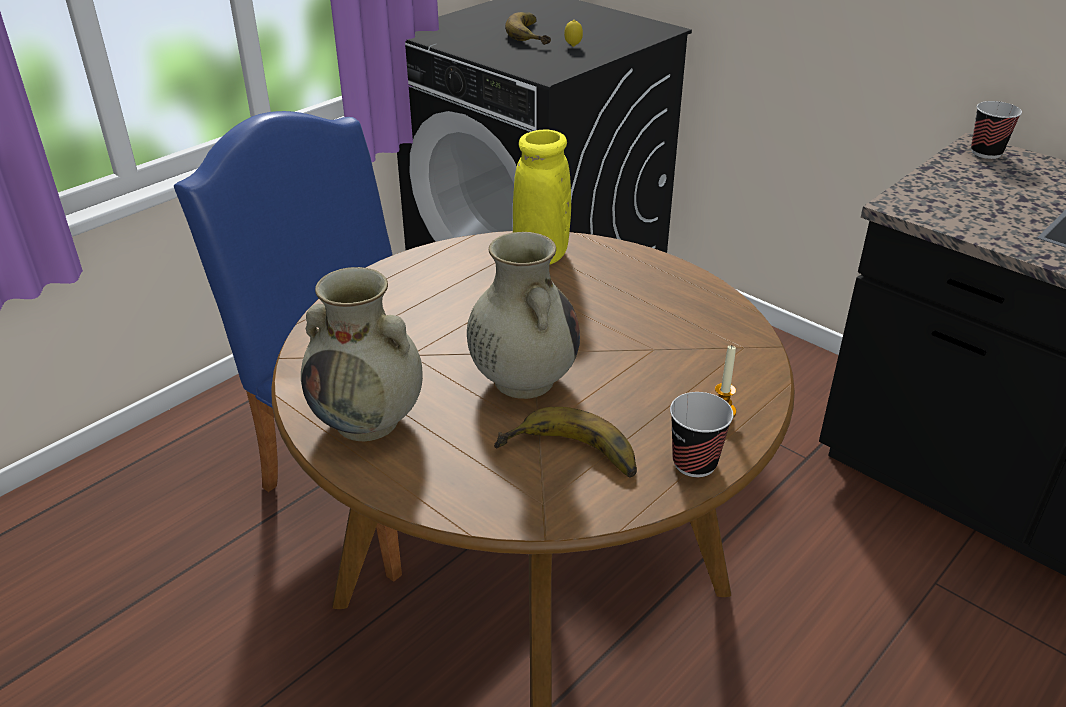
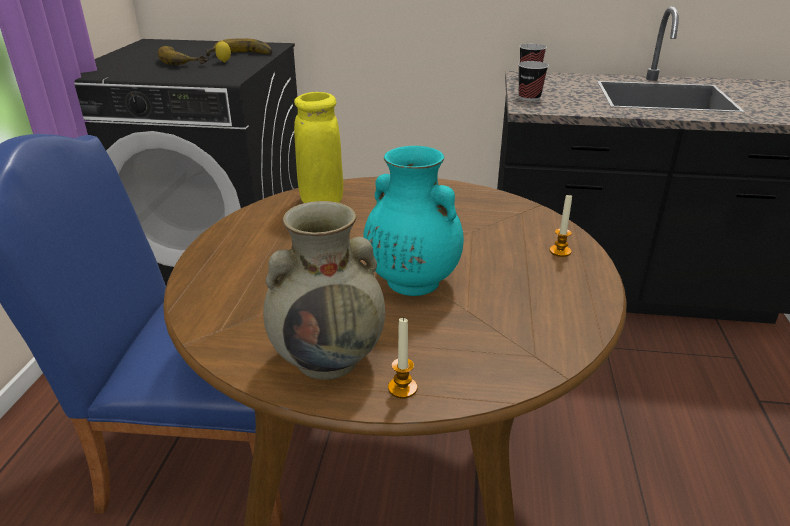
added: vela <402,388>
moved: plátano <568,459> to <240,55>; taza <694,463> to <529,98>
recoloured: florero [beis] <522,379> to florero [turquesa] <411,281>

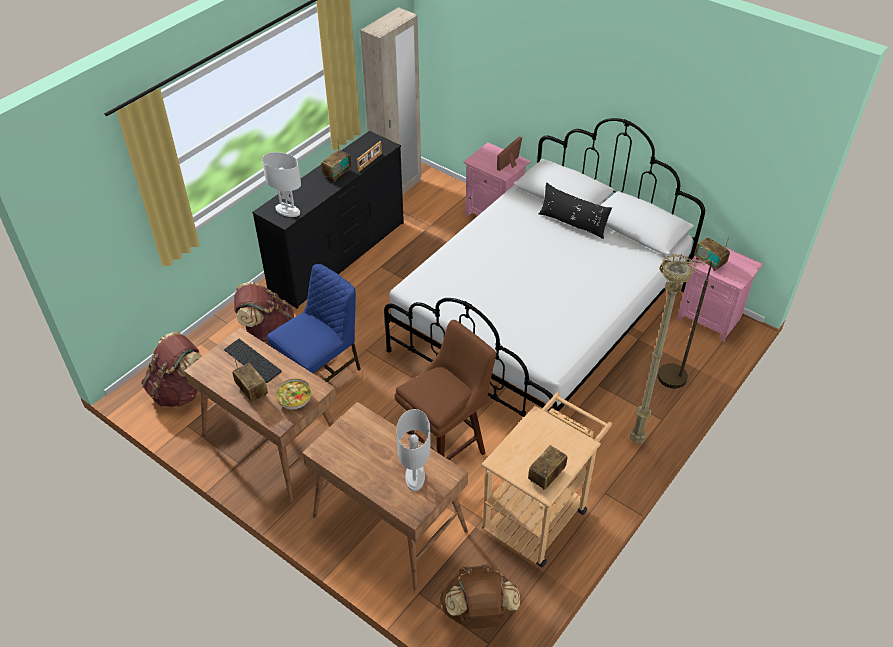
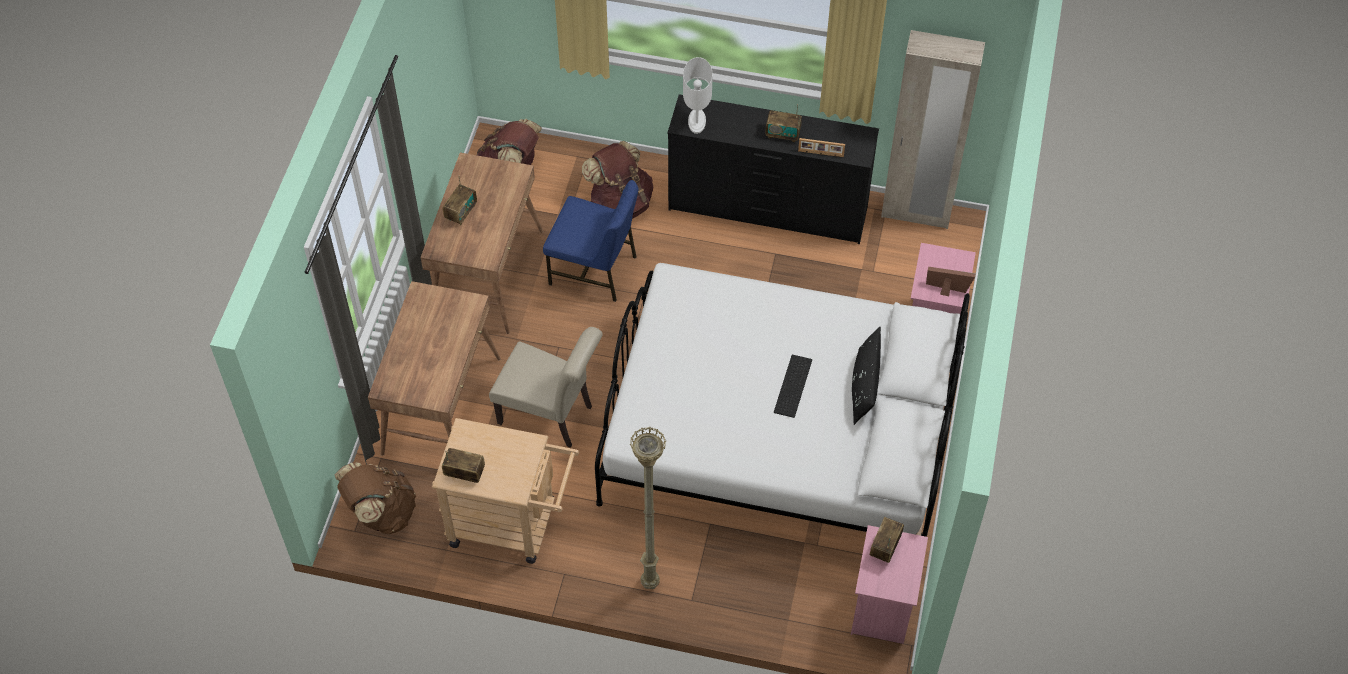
removed: cuenco <294,399>; lámpara de mesa [blanco] <414,476>; lámpara de pie [marrón] <664,379>
moved: teclado <254,360> to <794,387>
replaced: taburete [marrón] <446,449> to silla [beis] <551,416>

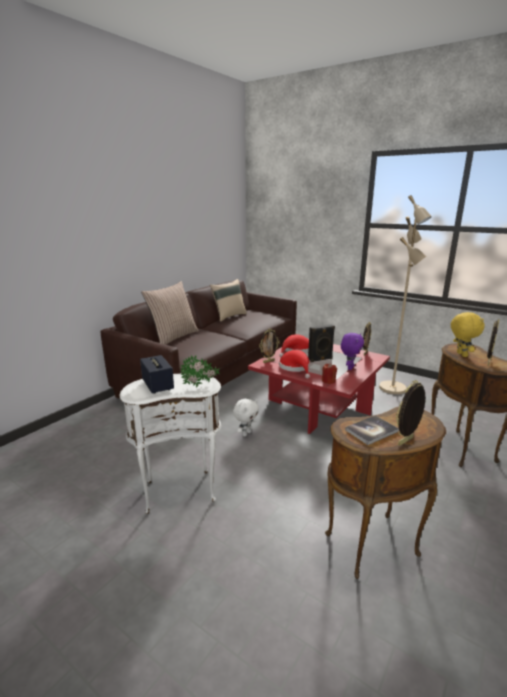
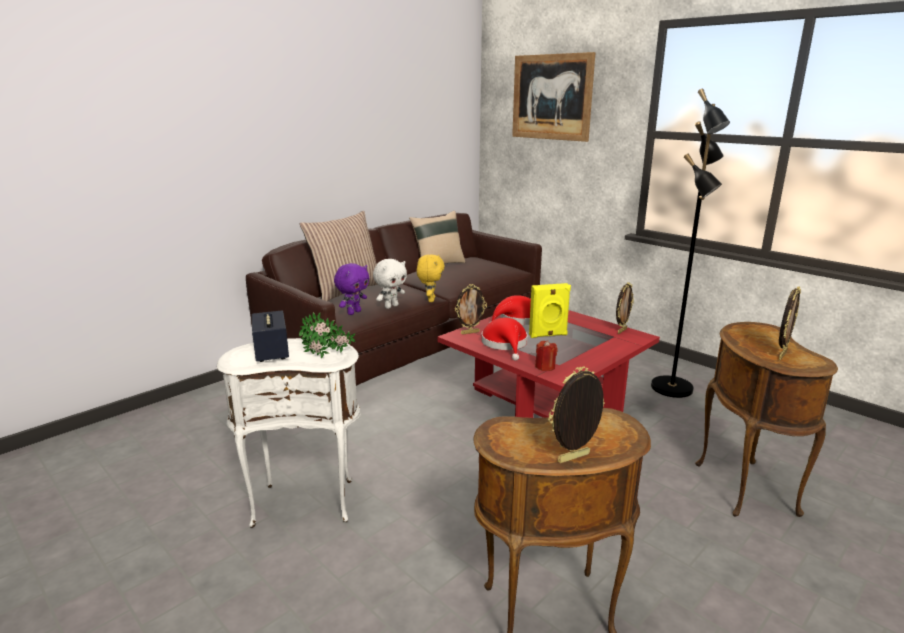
removed: libro <371,431>
added: cuadro <551,97>
moved: peluche [blanco] <246,433> to <391,306>; peluche [morado] <349,368> to <353,312>; peluche [amarillo] <460,354> to <430,300>
recoloured: altavoz [negro] <320,359> to altavoz [amarillo] <548,335>; lámpara de pie [beis] <393,388> to lámpara de pie [negro] <673,388>

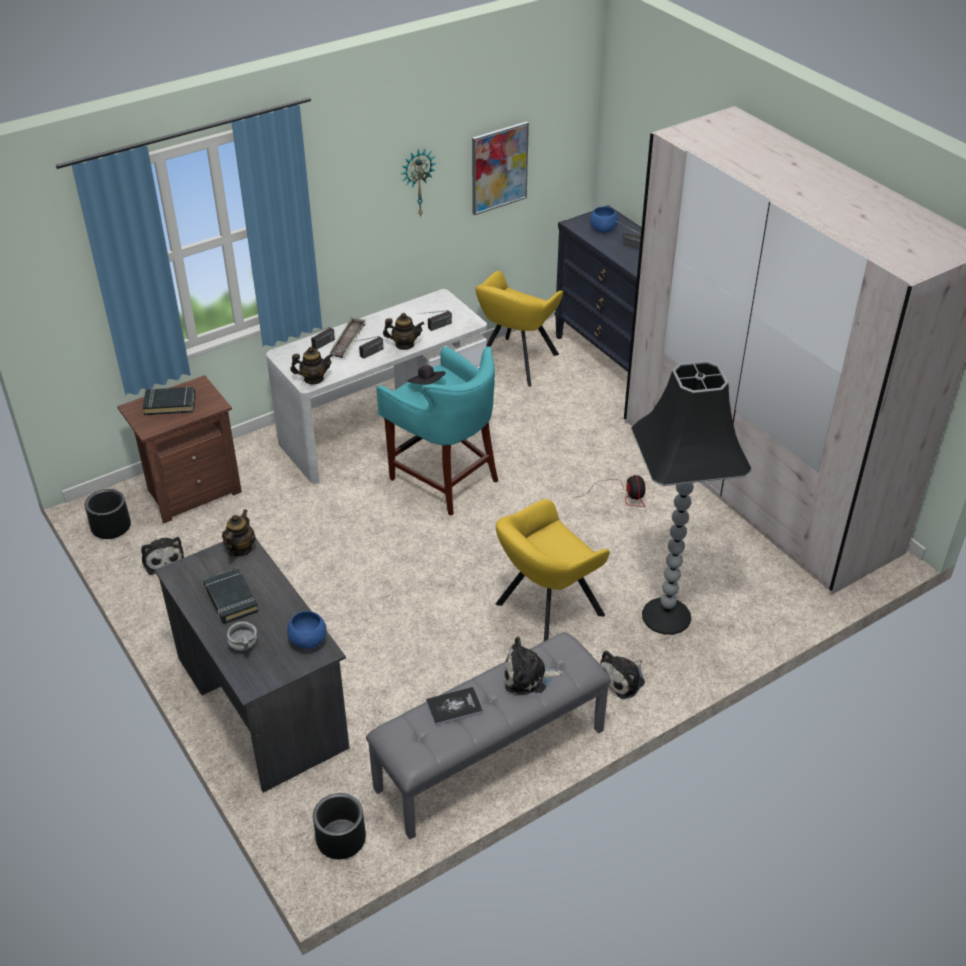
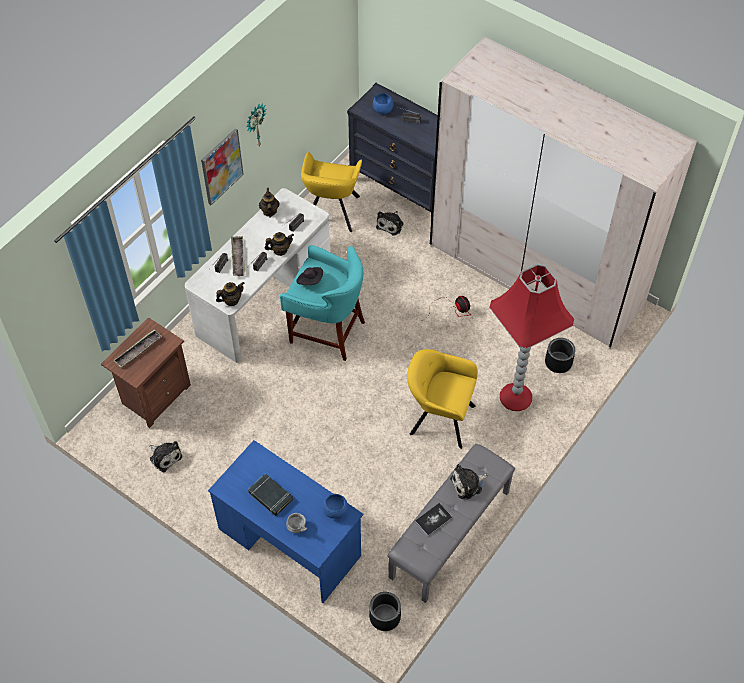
moved: maceta [negro] <111,527> to <558,362>; tetera <240,549> to <269,211>; cuadro <499,168> to <221,166>; peluche <623,679> to <391,224>
replaced: libro [negro] <170,404> to bandeja <138,350>
recoloured: escritorio [gris] <261,702> to escritorio [azul] <289,542>; lámpara de pie [negro] <665,615> to lámpara de pie [rojo] <515,397>
turned: sillón [amarillo] <545,612> = <439,418> 75 degrees clockwise

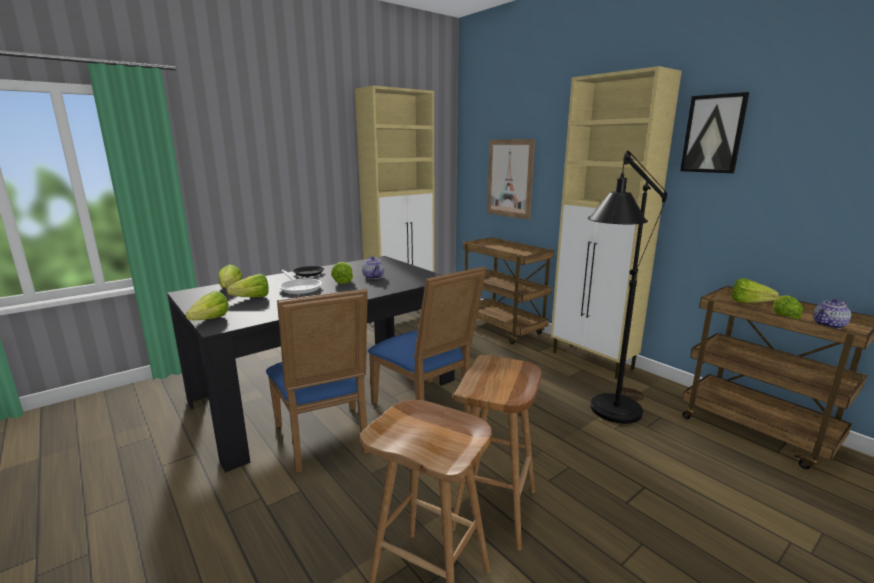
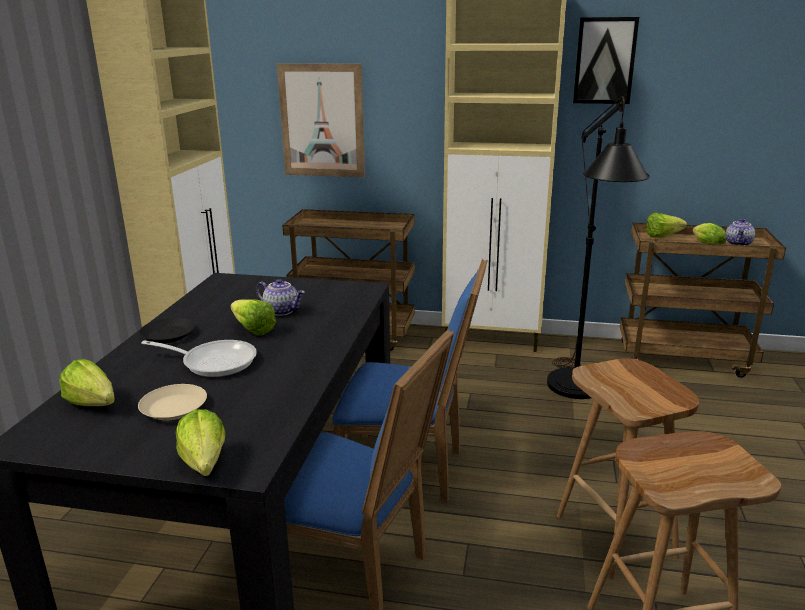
replaced: lechuga <248,298> to plato [beis] <174,407>

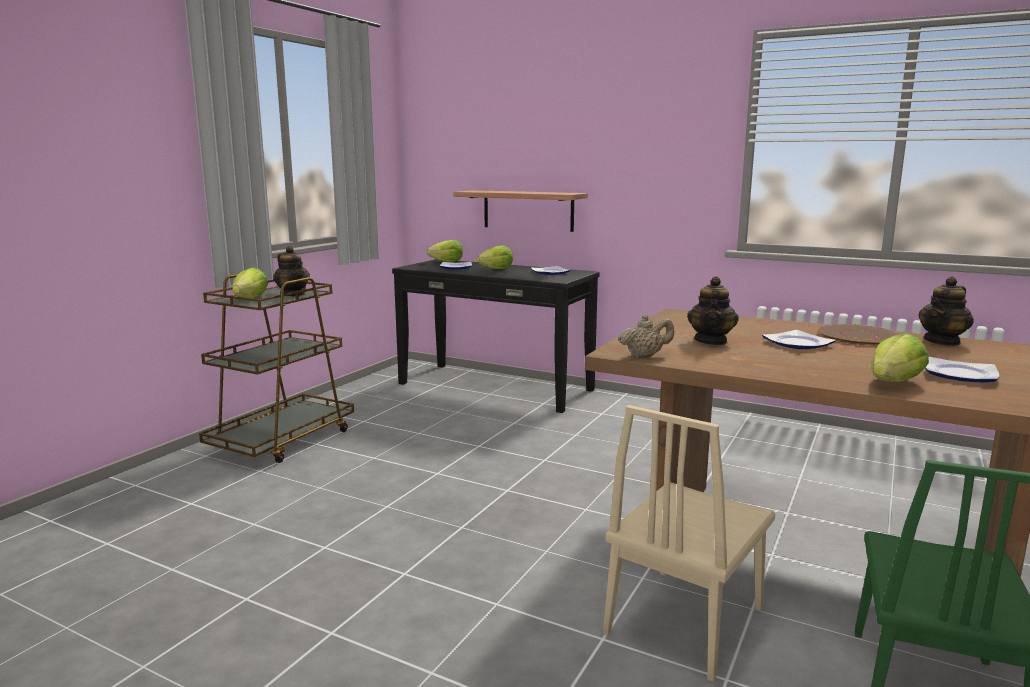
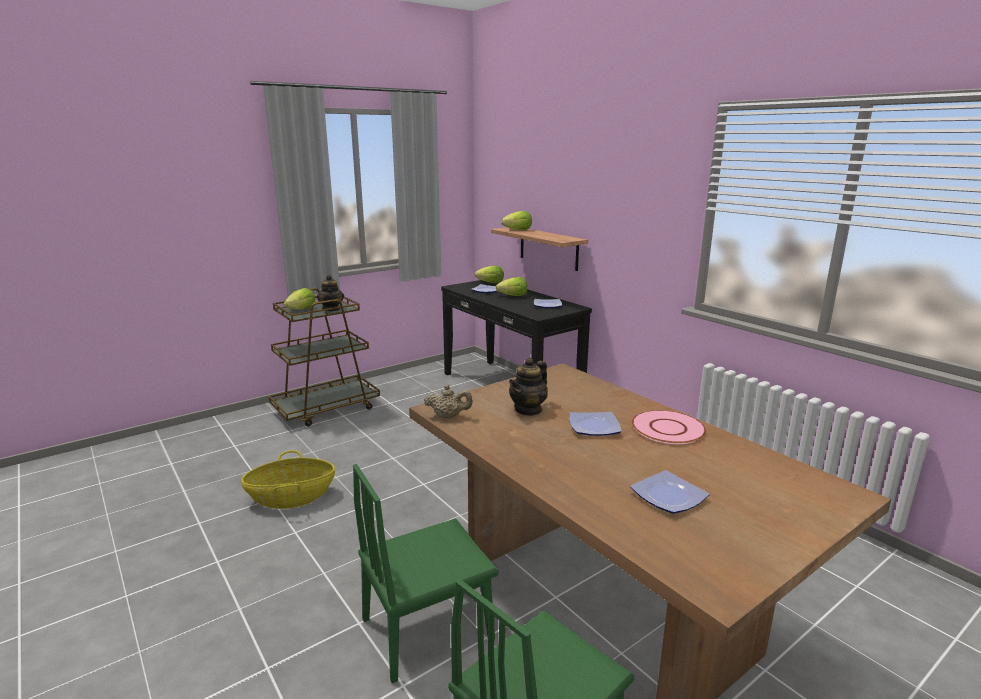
removed: tetera <942,341>
added: cesta <291,497>
moved: lechuga <894,383> to <518,230>
recoloured: silla [beis] <685,620> to silla [verde] <427,628>; plato [marrón] <858,336> to plato [rosa] <667,428>

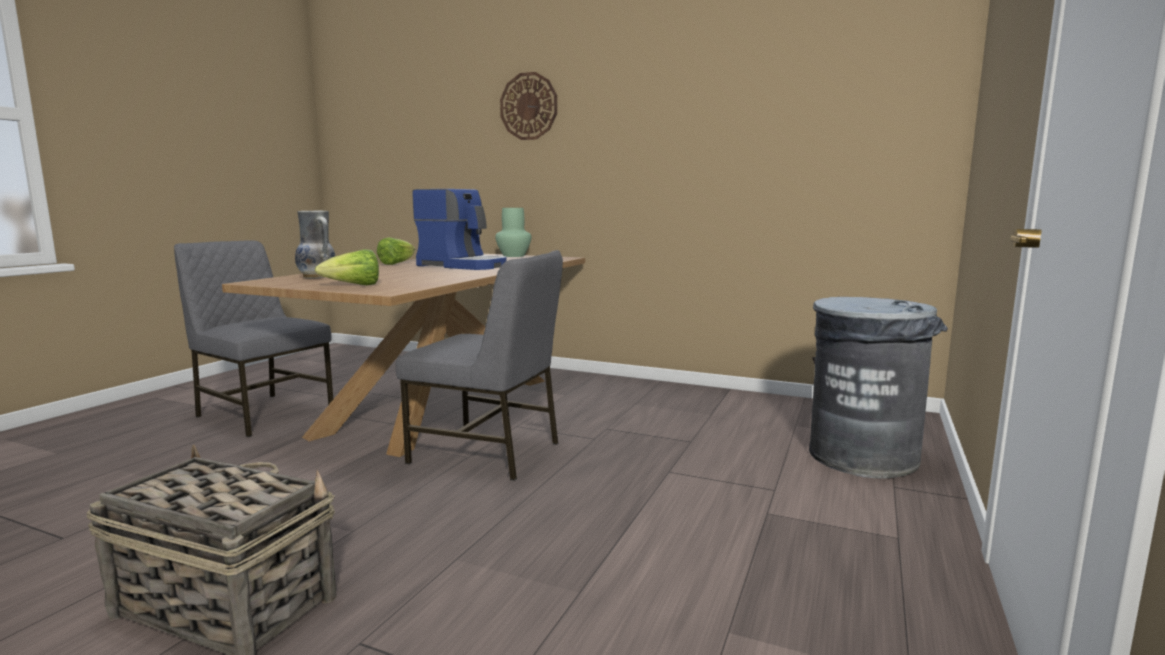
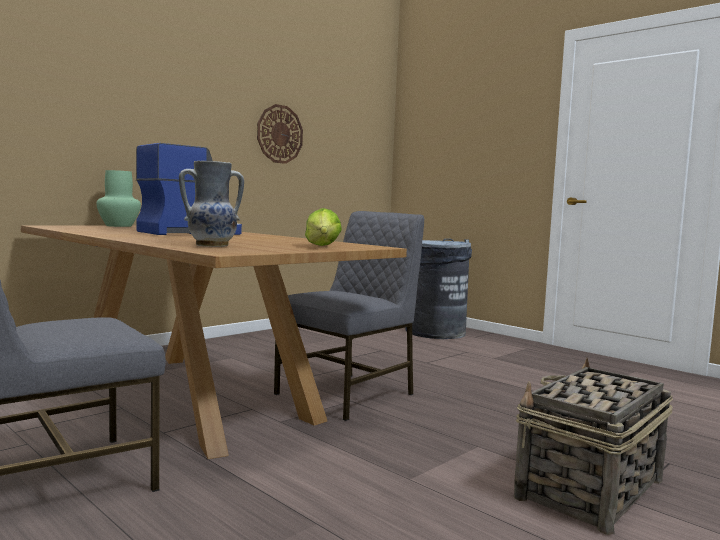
removed: lechuga <397,264>
moved: reloj de pared <528,106> to <279,134>

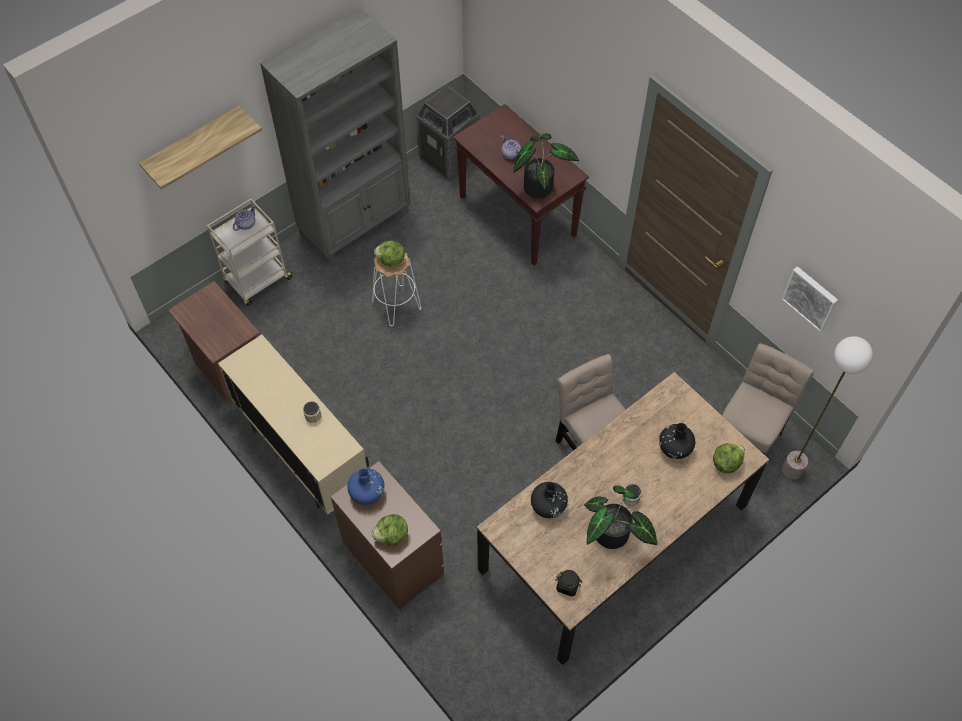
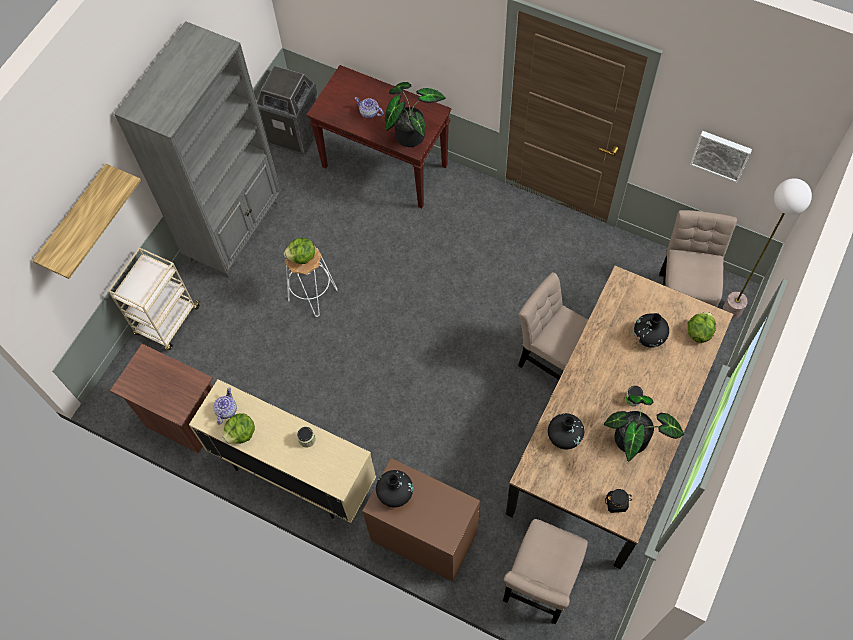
added: silla [beis] <540,583>
moved: tetera <245,224> to <226,410>; lechuga <392,536> to <241,434>
recoloured: florero [azul] <367,493> to florero [negro] <395,493>

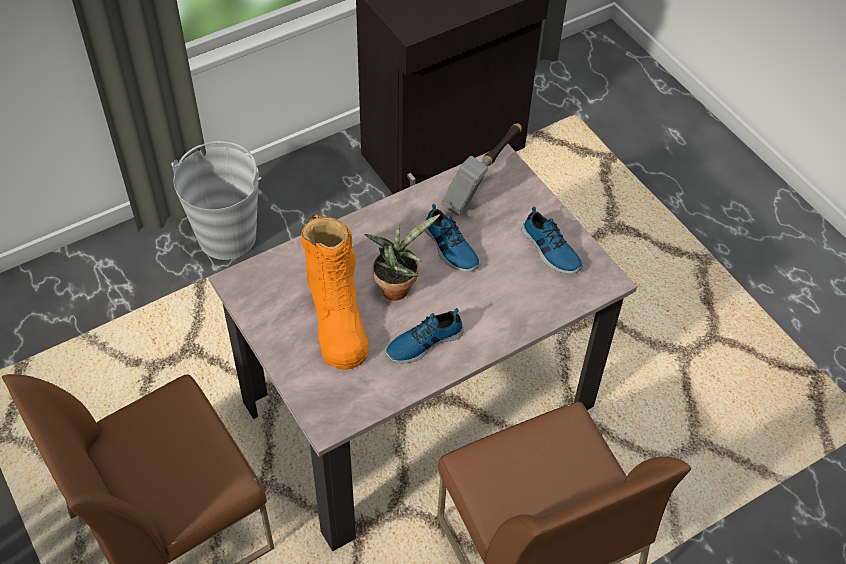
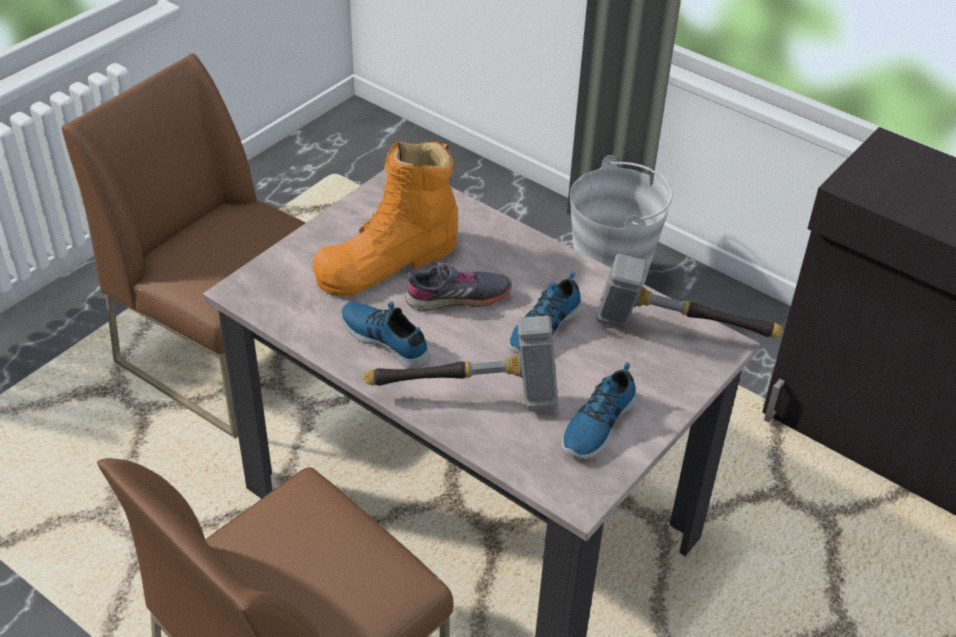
added: martillo <469,397>
replaced: planta en maceta <397,286> to zapato [gris] <458,297>

